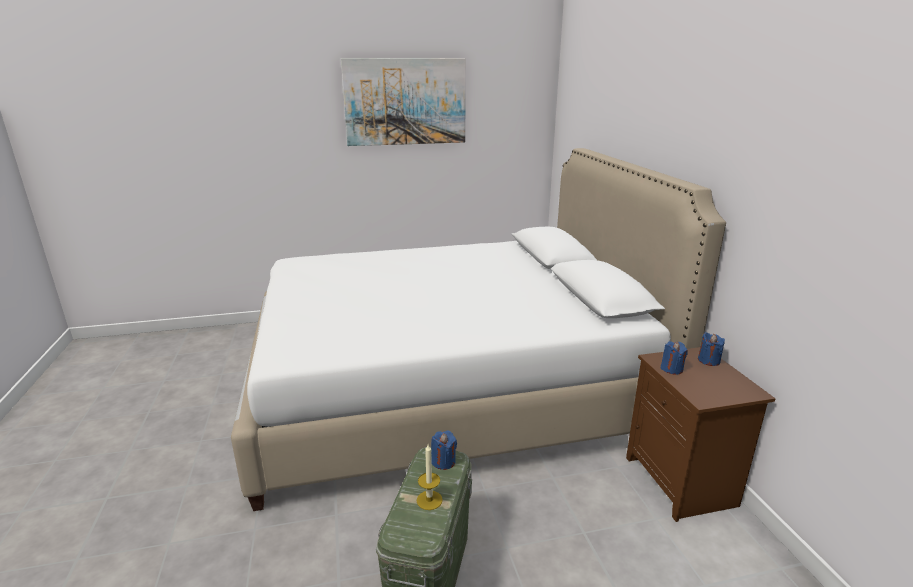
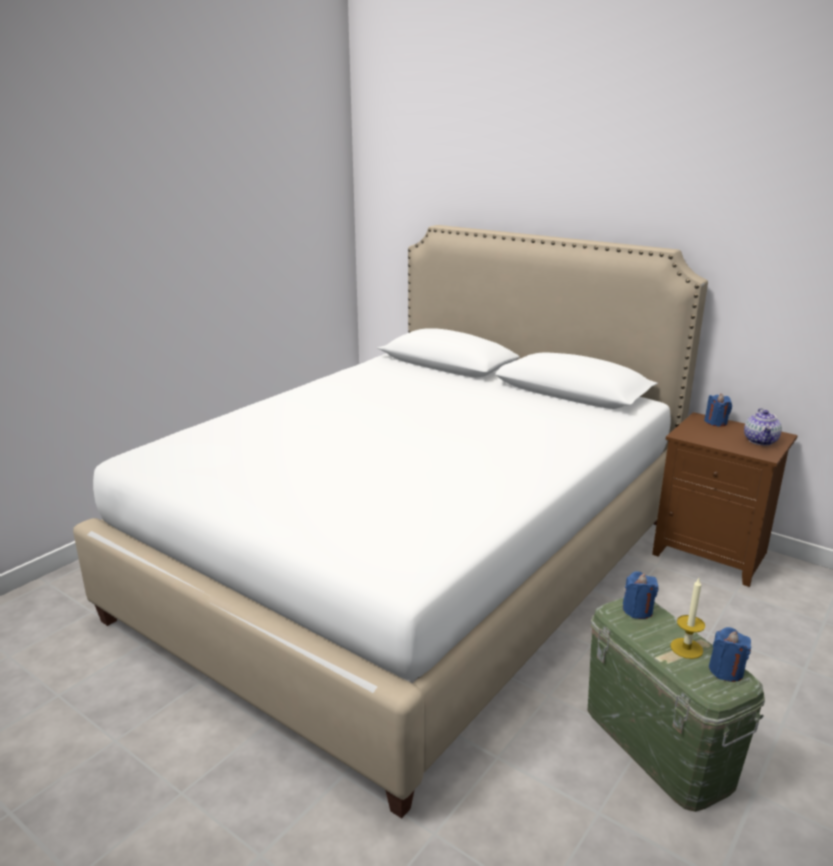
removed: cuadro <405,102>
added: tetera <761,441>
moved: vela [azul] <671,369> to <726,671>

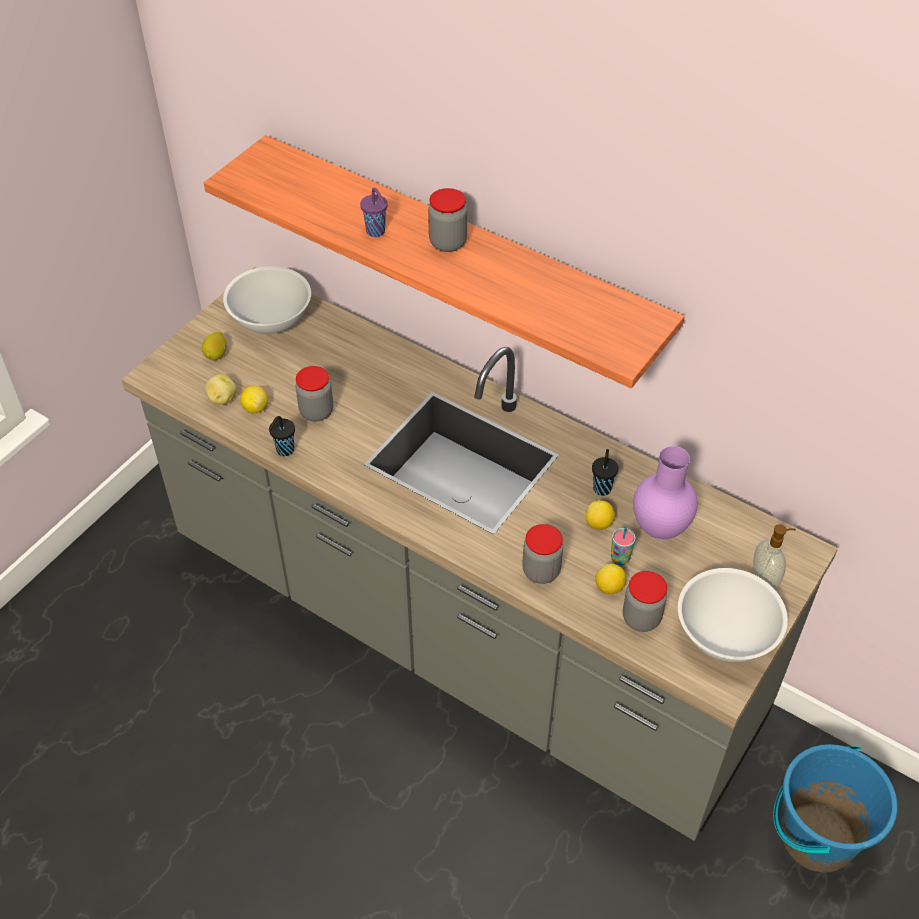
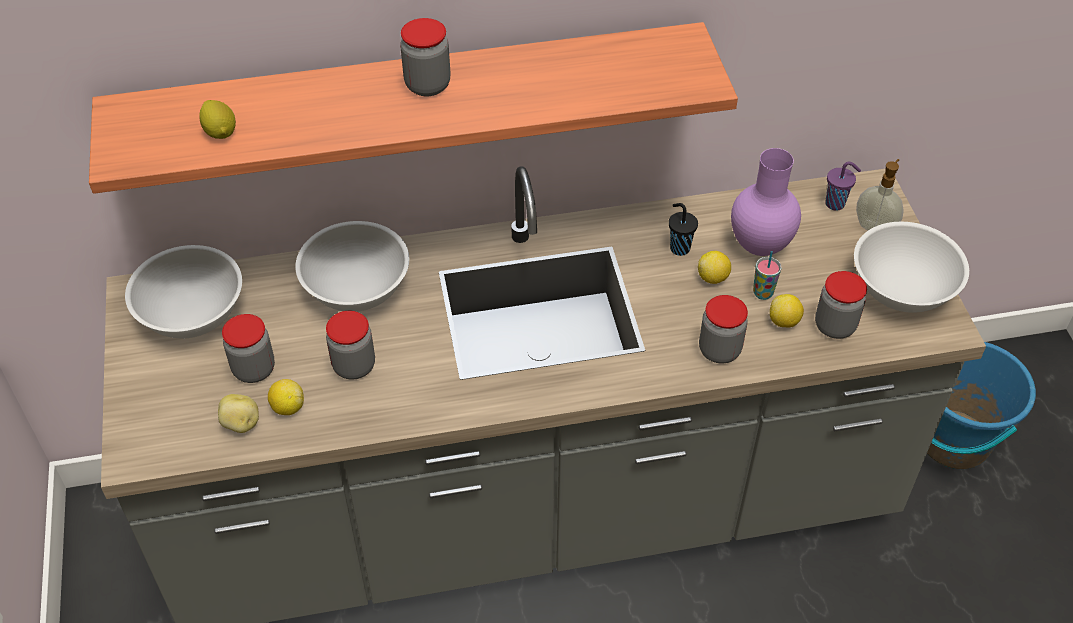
removed: taza [negro] <284,450>
added: tarro <254,369>; cuenco [blanco] <356,289>
moved: limón <216,354> to <220,132>; taza [morado] <376,232> to <836,204>

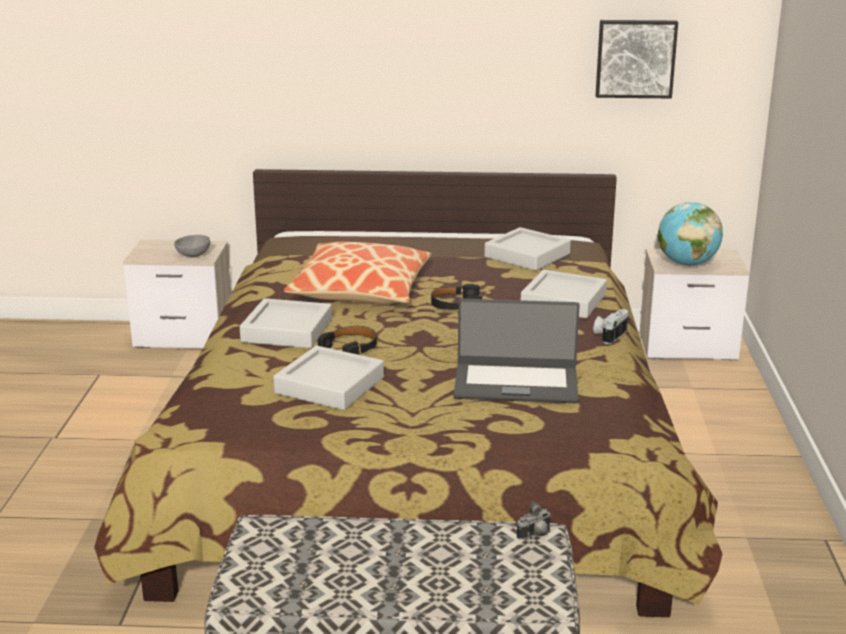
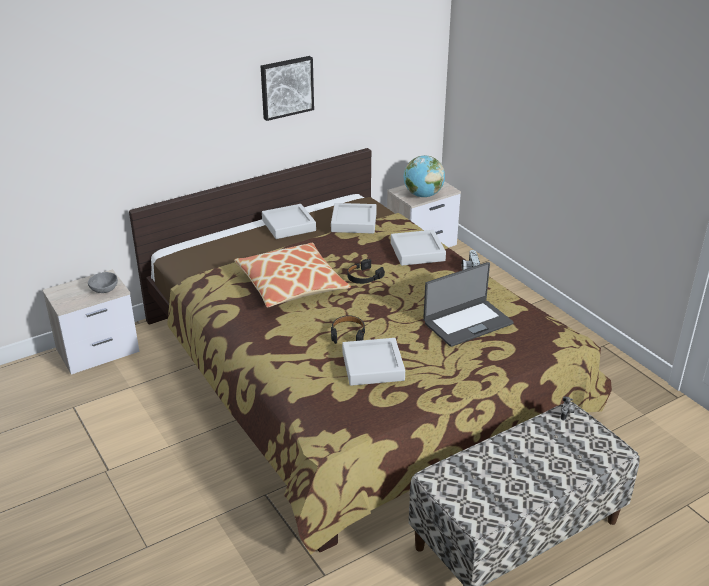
moved: bandeja [gris] <287,331> to <288,225>; cuadro <635,58> to <286,87>

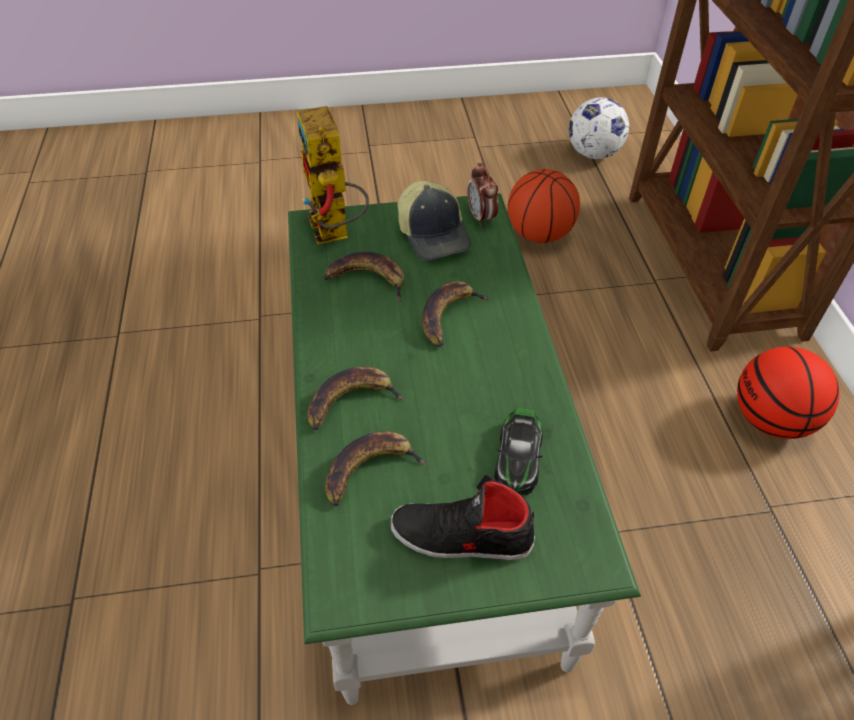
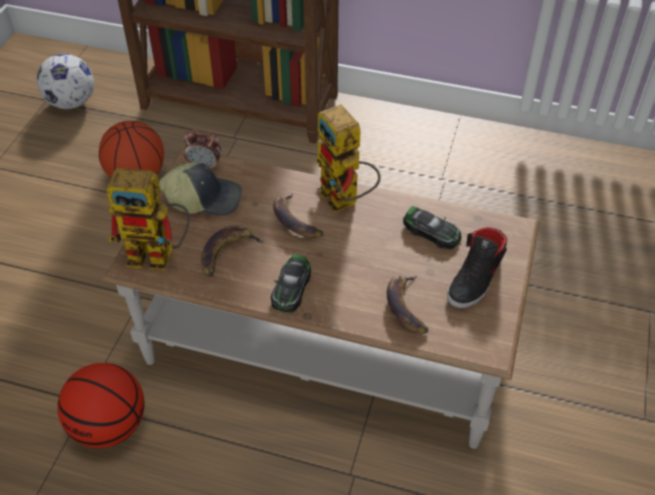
removed: plátano <351,401>
added: coche de juguete <291,288>; robot de juguete <345,201>
moved: balón de baloncesto <771,420> to <109,426>
recoloured: mesa de centro [verde] <426,477> to mesa de centro [marrón] <327,341>

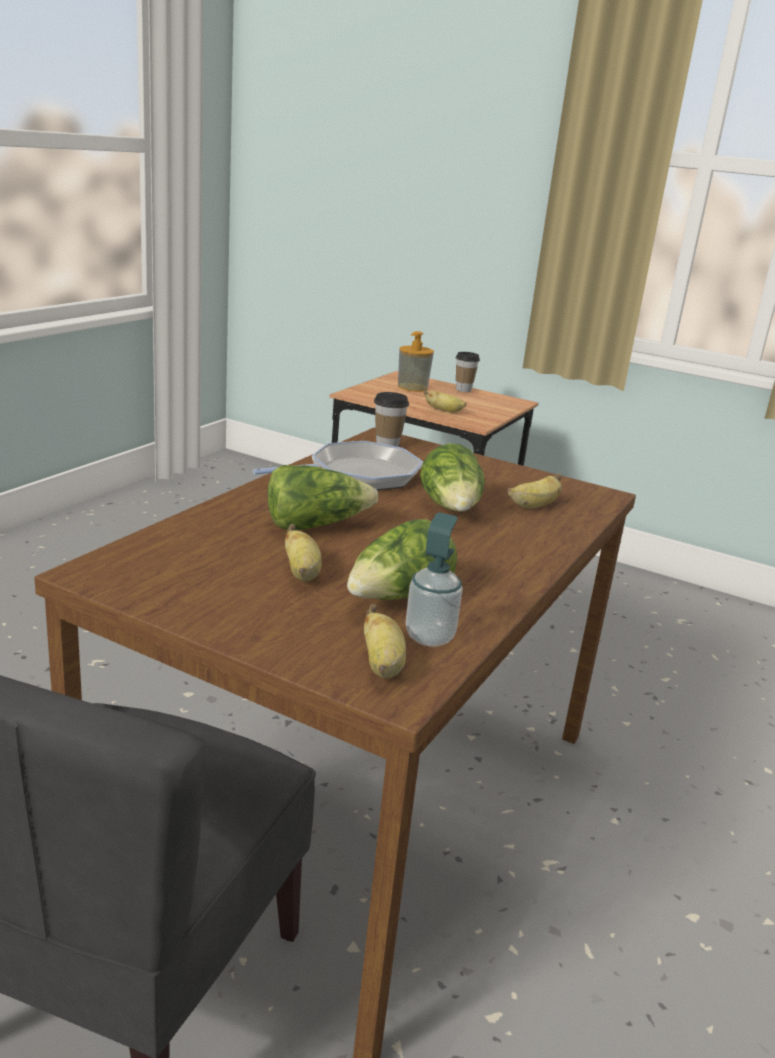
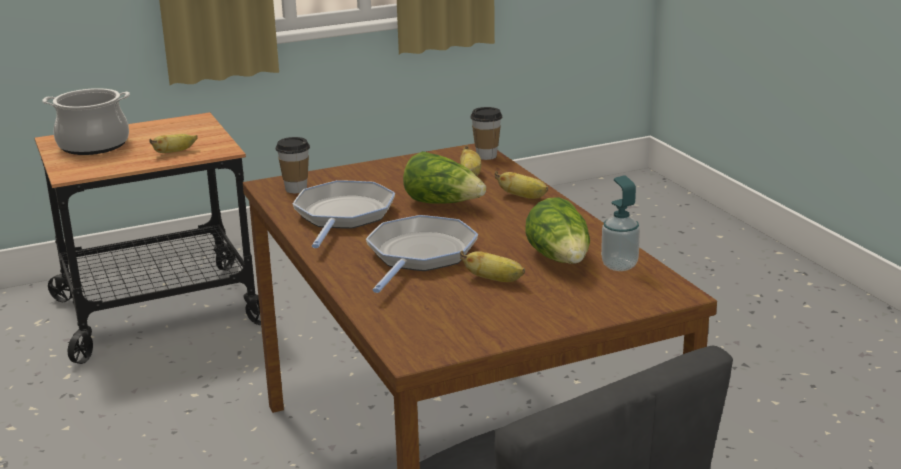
moved: plátano <382,666> to <523,197>; taza <463,390> to <486,156>
replaced: lechuga <315,525> to sartén <419,255>; dispensador de jabón <412,387> to olla <94,145>

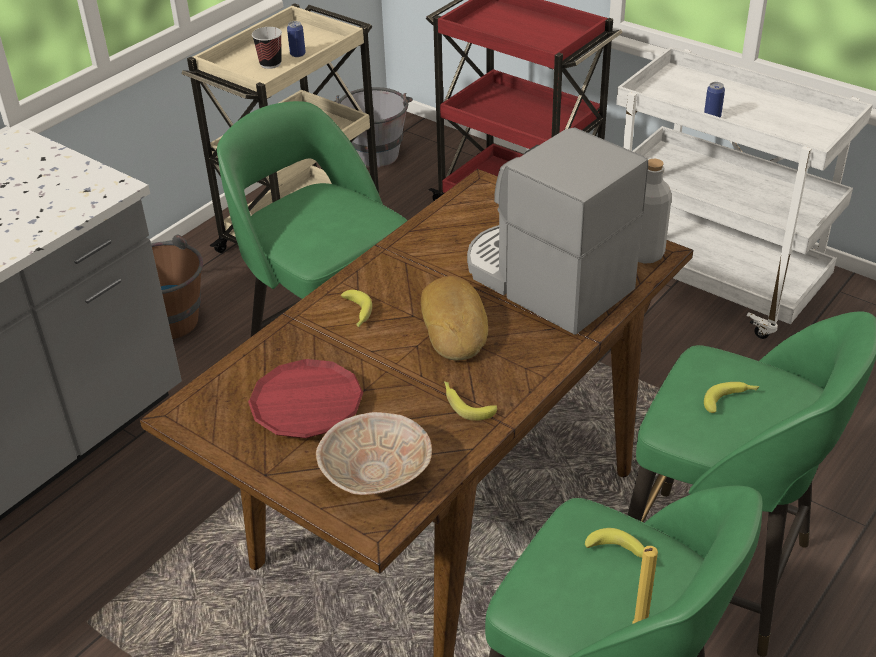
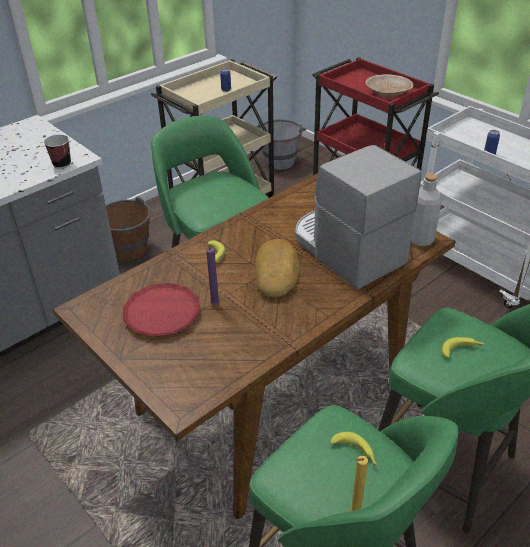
removed: plátano <466,404>
added: vela [morado] <214,303>
moved: taza <270,64> to <62,164>; cuenco [beis] <377,473> to <388,95>

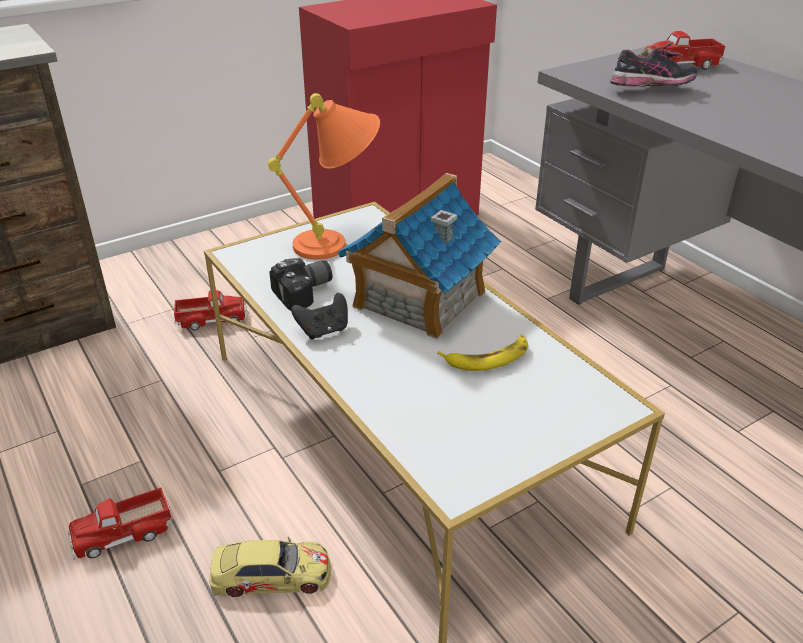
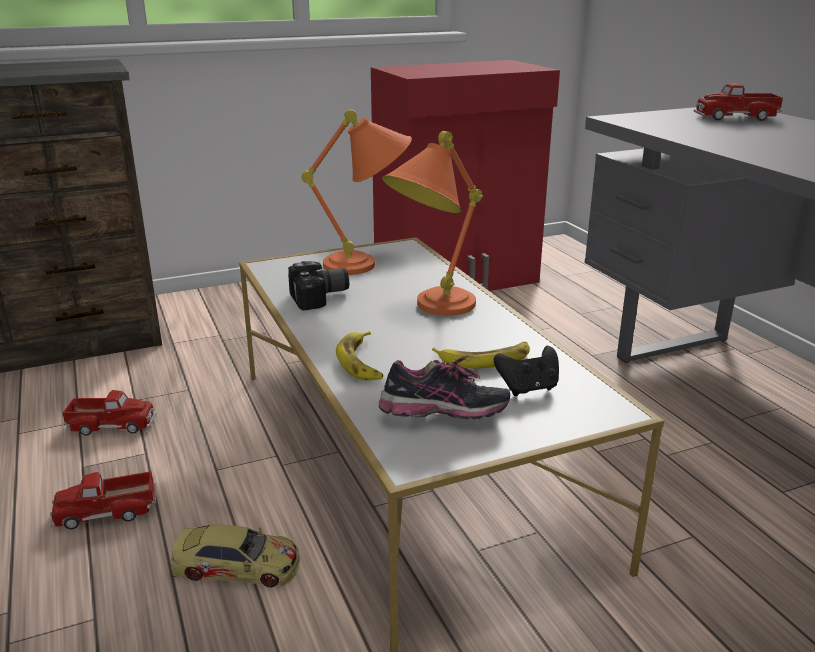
added: plátano <361,362>
moved: camión de juguete <212,319> to <112,424>; mando de consola [negro] <323,331> to <528,388>; zapato <651,91> to <444,419>
replaced: casita <418,299> to lámpara de mesa [naranja] <430,310>

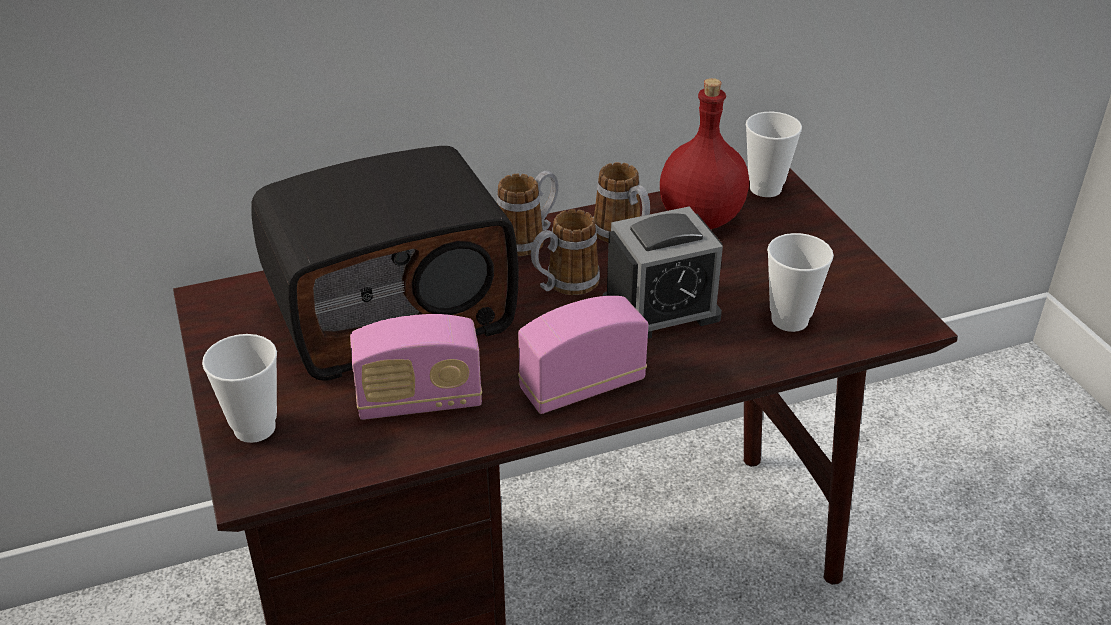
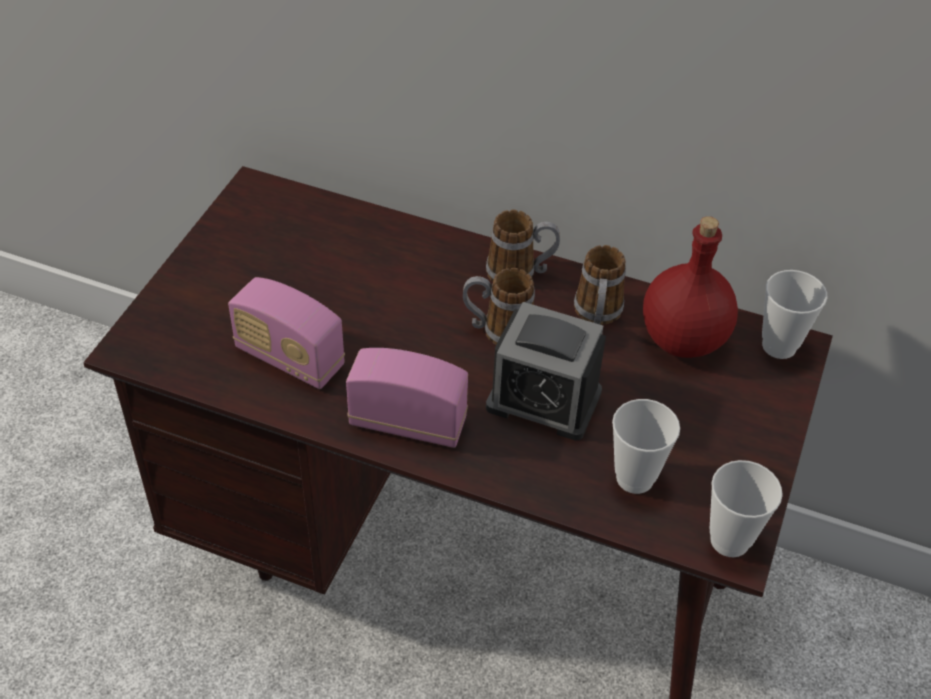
removed: radio <392,311>
moved: taza <254,428> to <729,540>

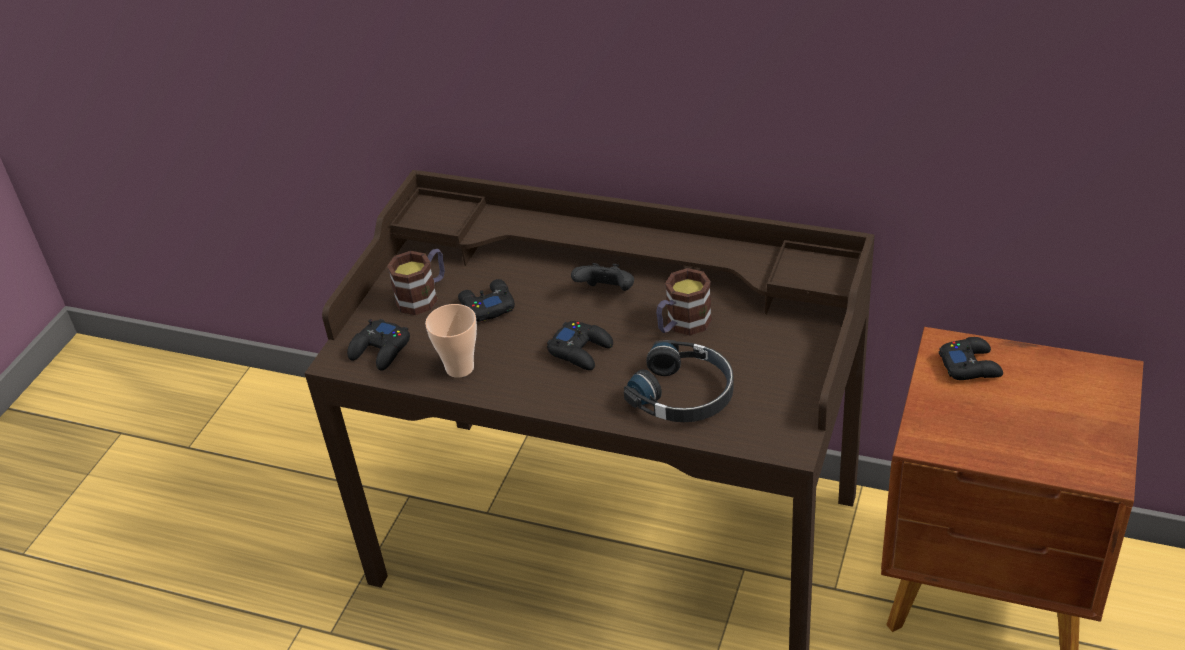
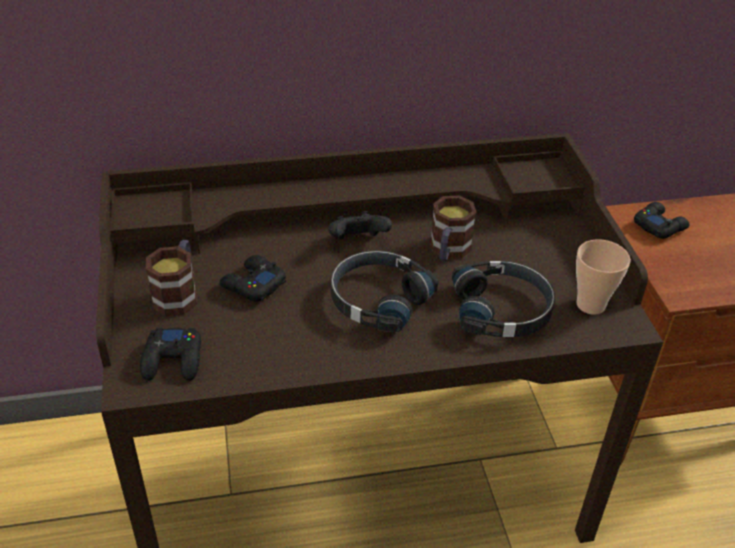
moved: taza <460,368> to <590,305>
replaced: mando de consola [negro] <581,350> to auriculares [negro] <378,299>

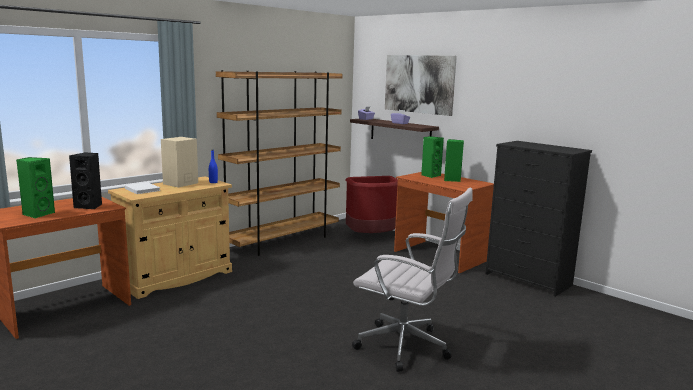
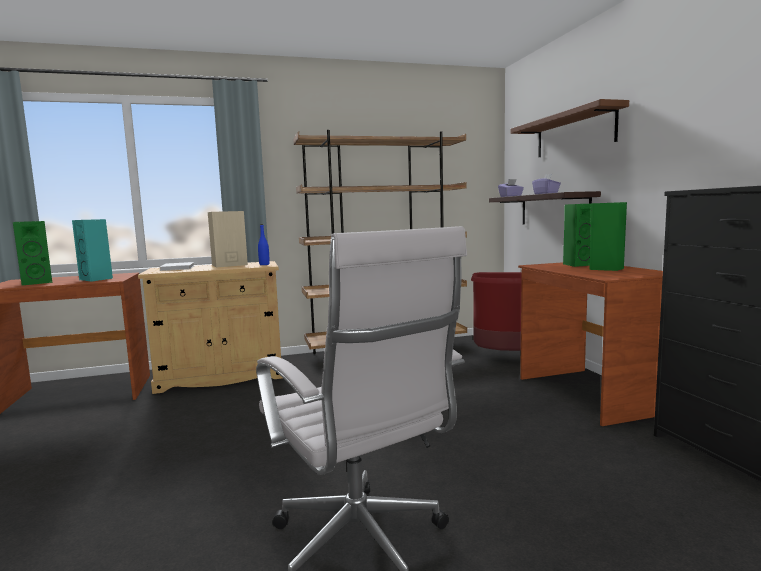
replaced: cuadro <418,84> to estante [marrón] <574,133>
recoloured: altavoz [negro] <90,206> to altavoz [turquesa] <97,279>

